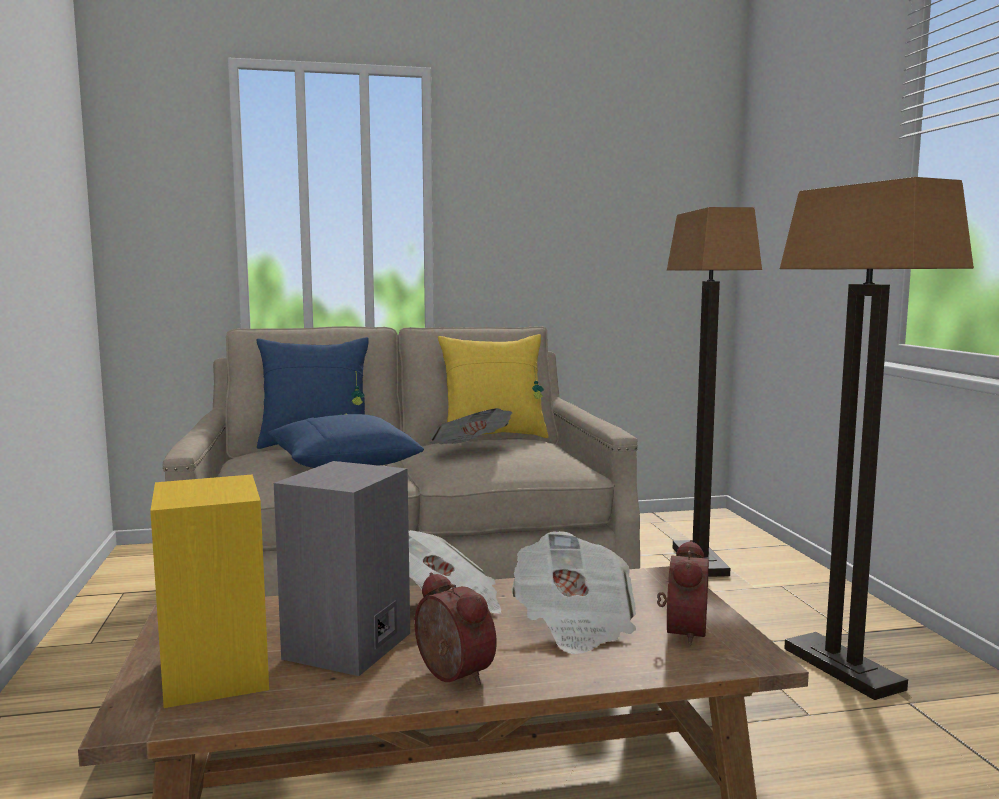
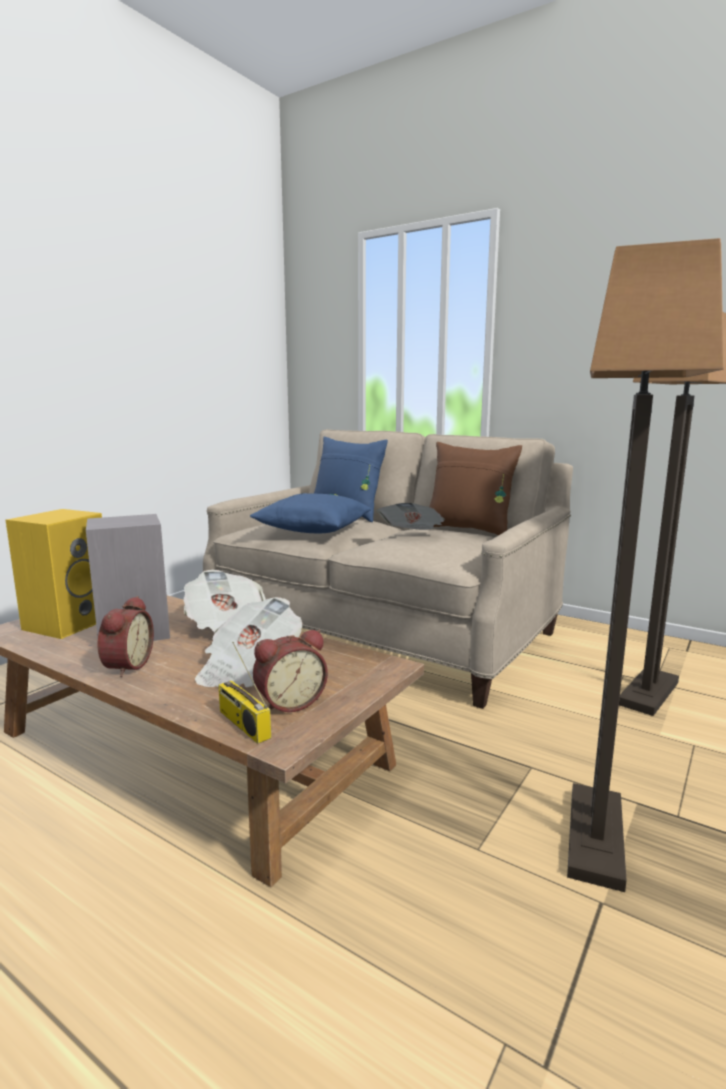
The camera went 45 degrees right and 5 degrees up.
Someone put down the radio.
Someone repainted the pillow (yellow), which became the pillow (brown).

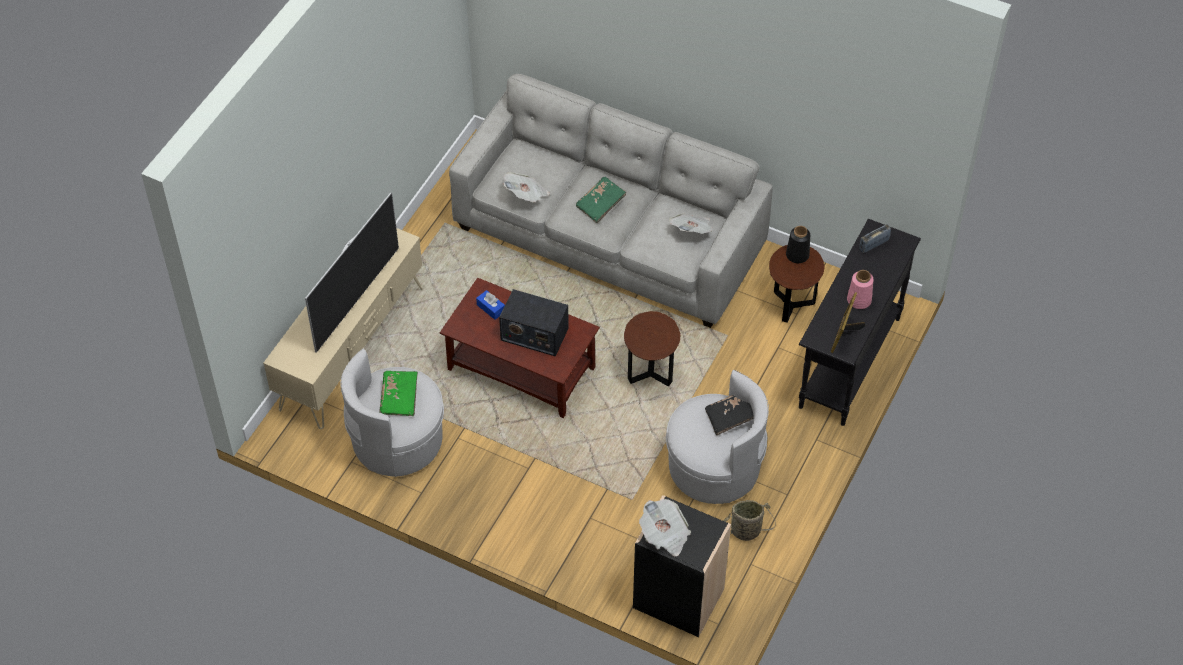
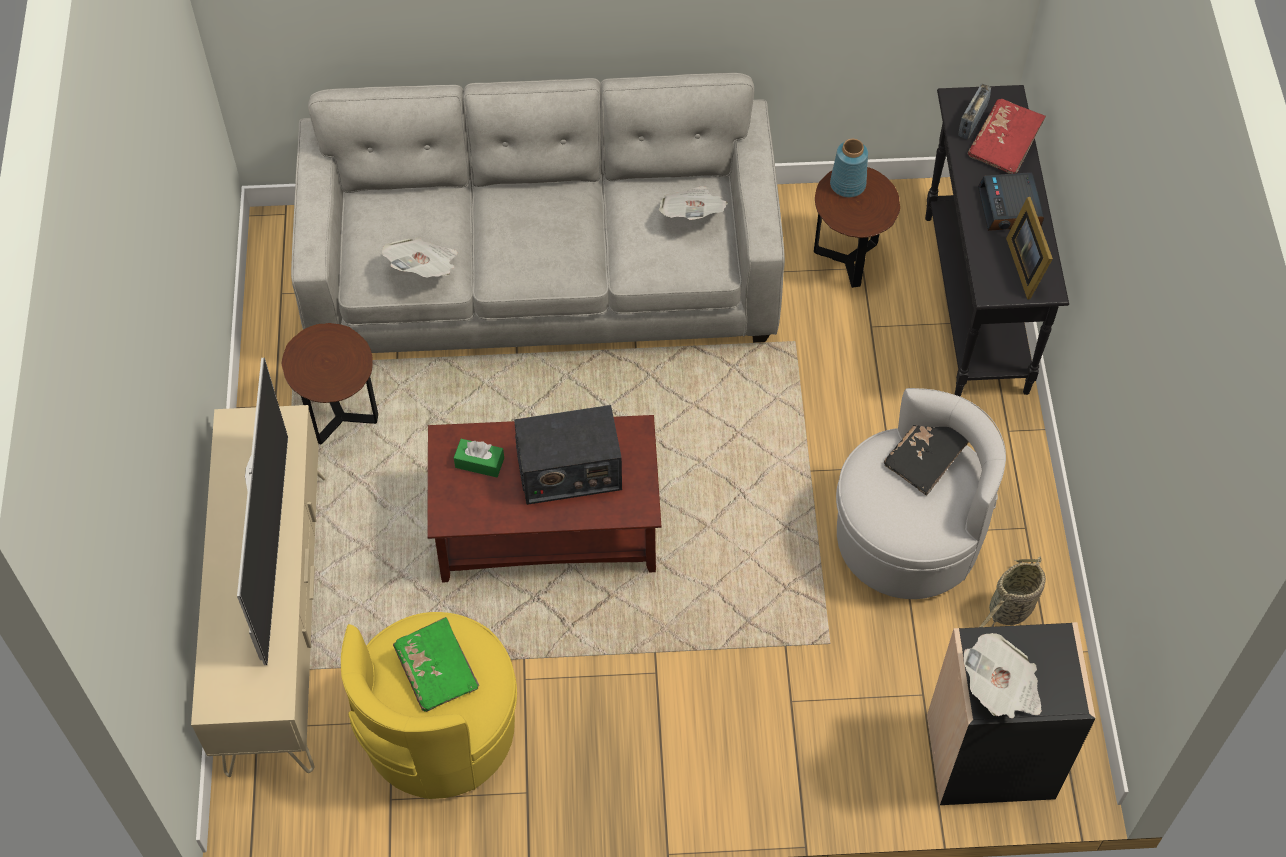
The camera went 30 degrees left and 5 degrees up.
Someone took away the book (green) (2nd from left).
Someone put down the book (red).
Someone carried the side table (brown) (1st from left).
Someone swapped the vase (pink) for the alarm clock.
Someone repainted the armchair (white) (1st from left), which became the armchair (yellow).
Someone repainted the tissue box (blue), which became the tissue box (green).
Someone repainted the vase (black), which became the vase (blue).

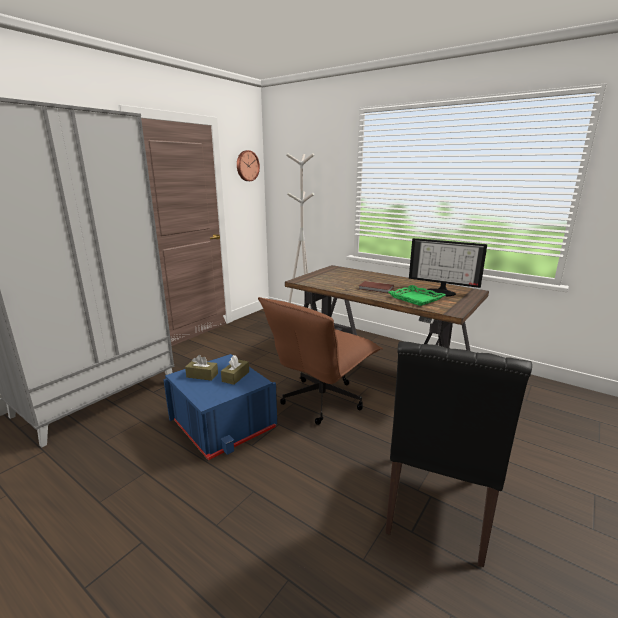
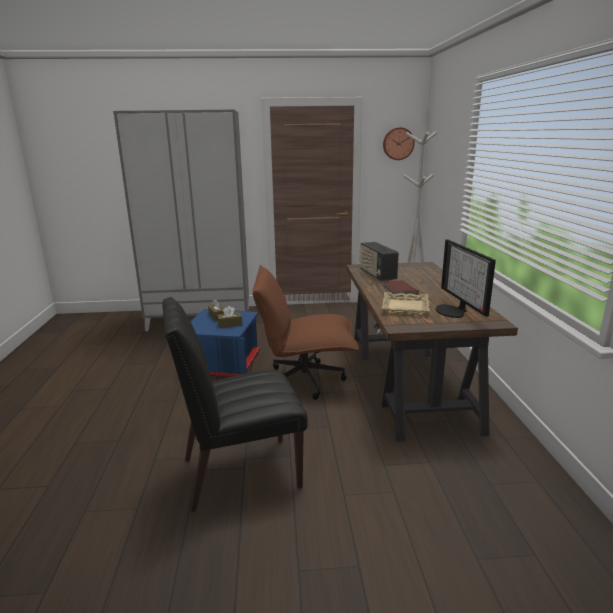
The camera went 50 degrees right and 0 degrees up.
Someone put down the radio.
Someone repainted the tray (green), which became the tray (beige).

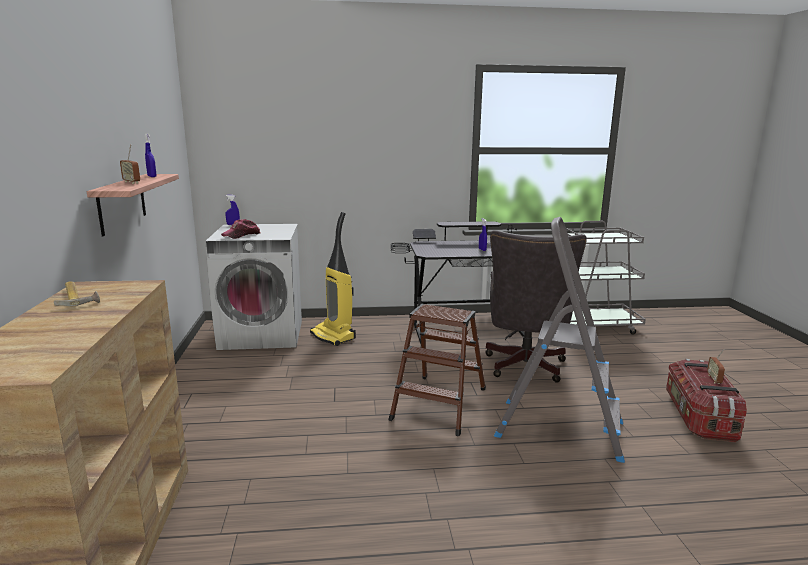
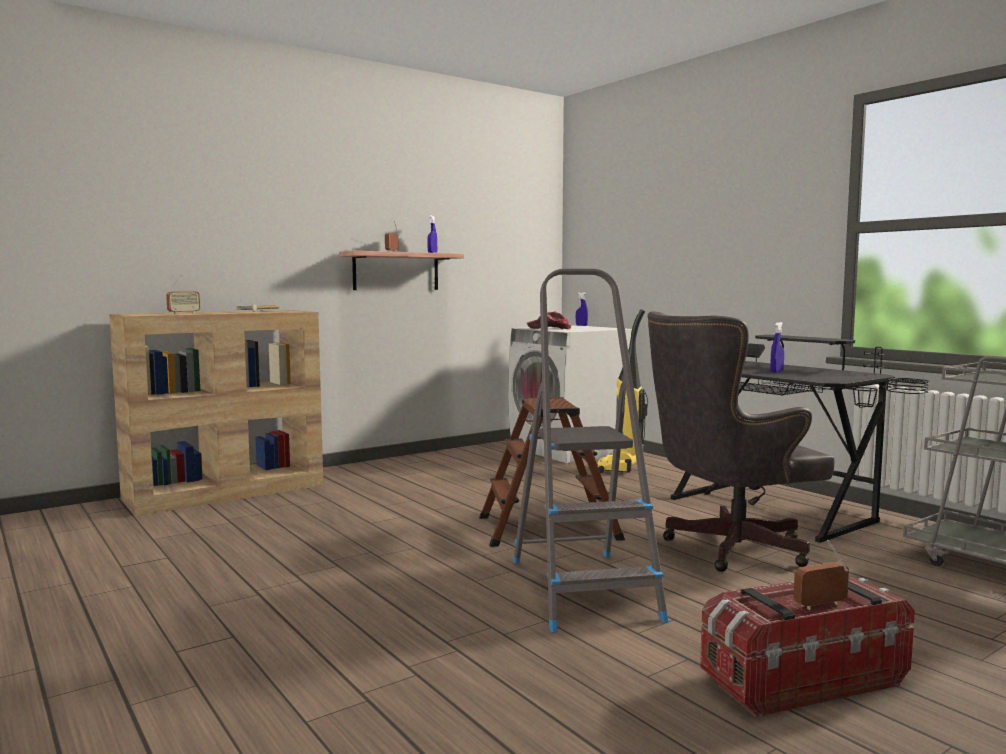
The camera went 60 degrees right and 10 degrees down.
Someone put down the radio (1st from left).

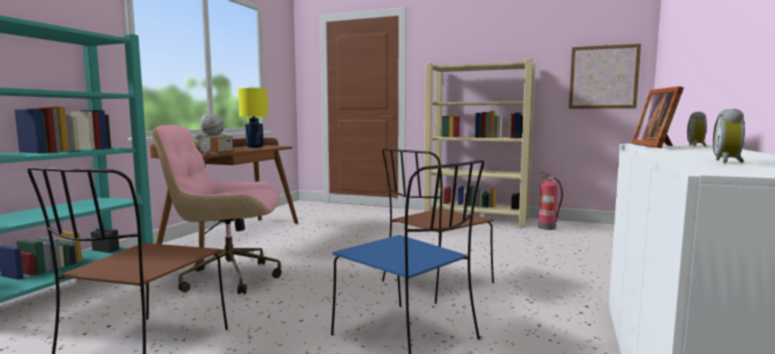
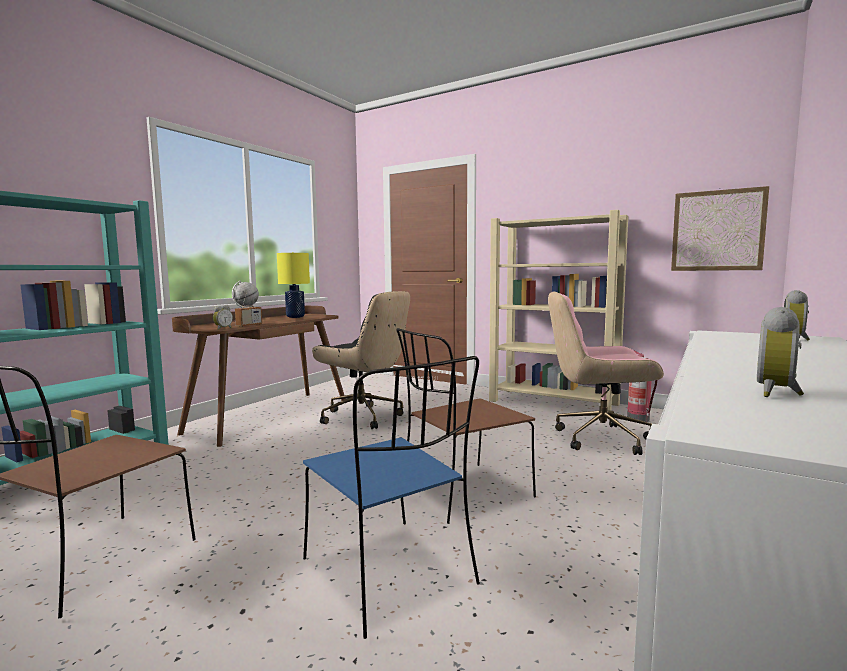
The camera went 10 degrees right and 0 degrees up.
Someone took away the picture frame.
Someone put down the office chair (black).
Someone carried the office chair (pink).

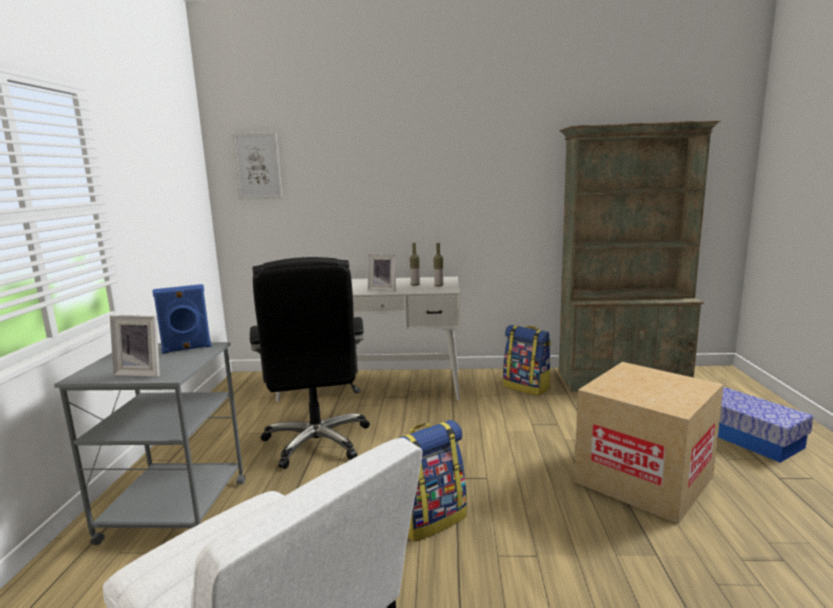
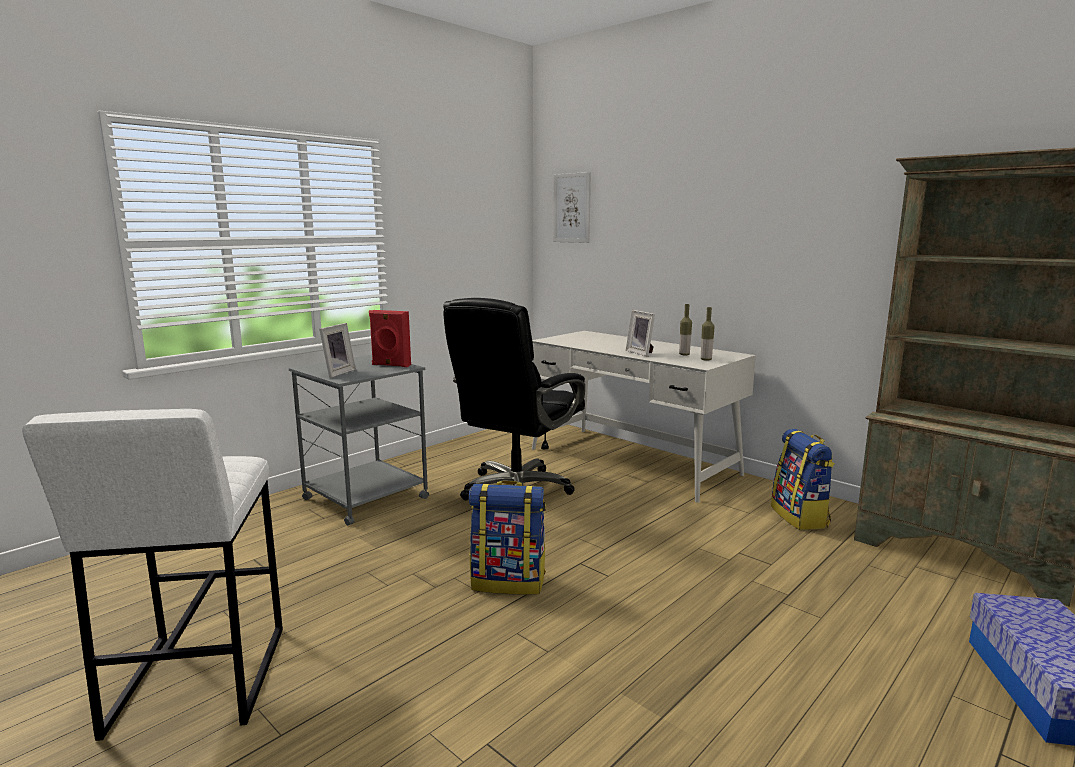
The camera went 40 degrees right and 0 degrees up.
Someone took away the cardboard box.
Someone repainted the speaker (blue), which became the speaker (red).
Someone rotated the picture frame (1st from left) by 120 degrees counterclockwise.

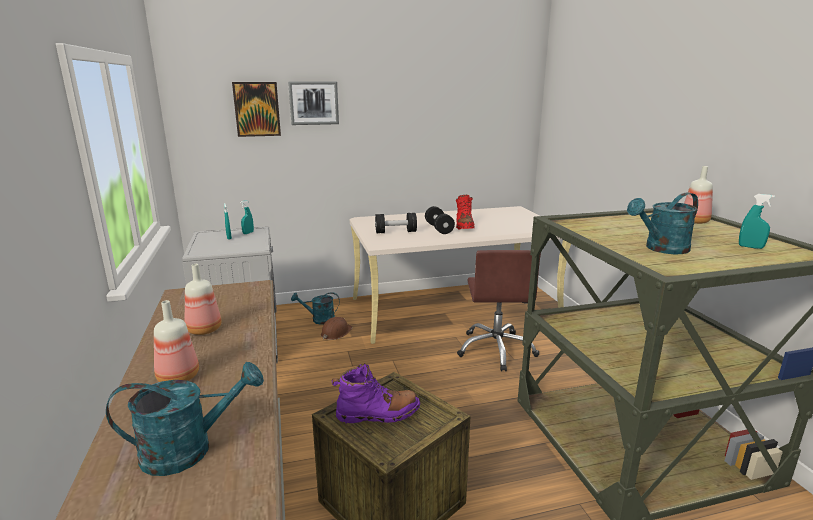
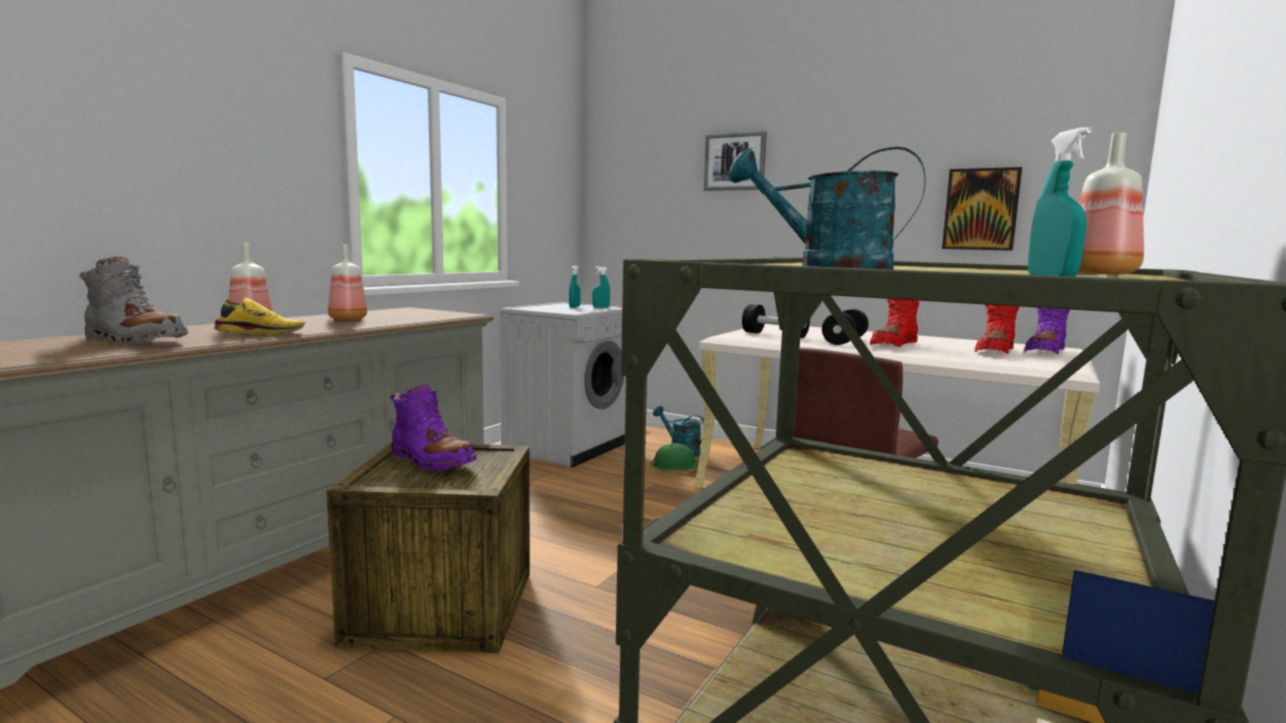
The camera went 45 degrees right and 10 degrees down.
Someone put down the shoe (yellow).
Someone put down the boot (red) (2nd from left).
Someone put down the boot (purple) (2nd from left).
Someone carried the picture (1st from left in the first image).
Someone swapped the watering can (turquoise) (1st from left) for the boot (grey).
Someone repainted the hard hat (brown), which became the hard hat (green).

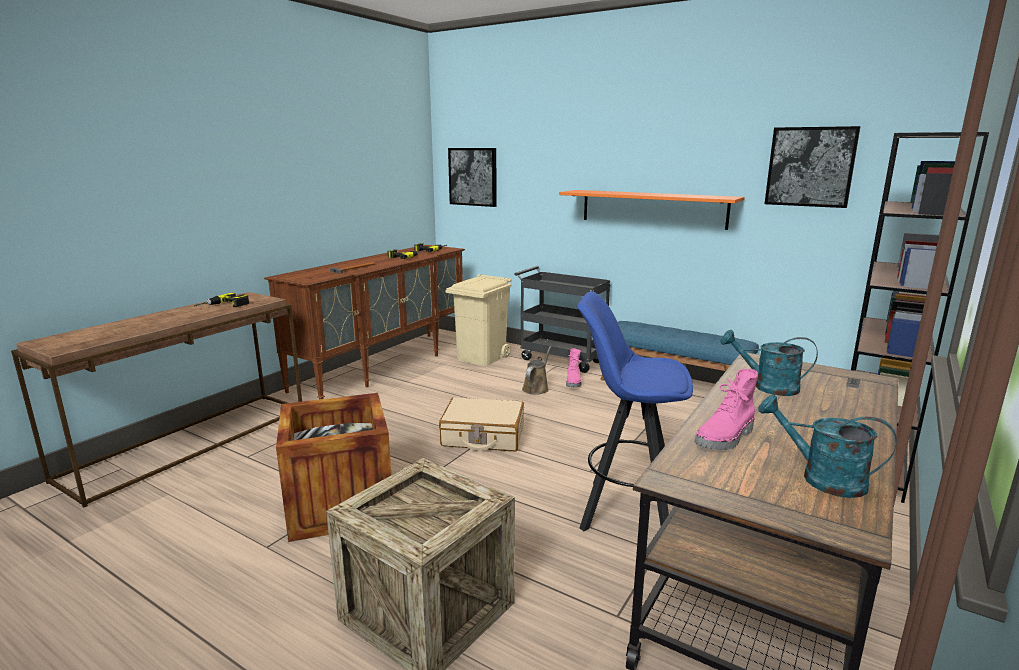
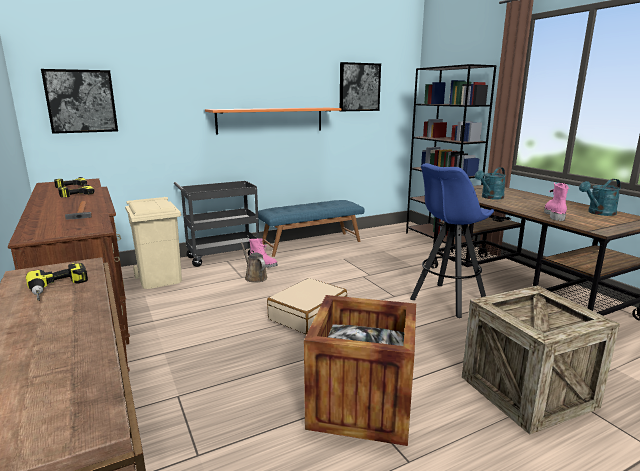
The camera went 60 degrees left and 0 degrees up.
Someone rotated the boot (pink) (2nd from left) by 150 degrees counterclockwise.

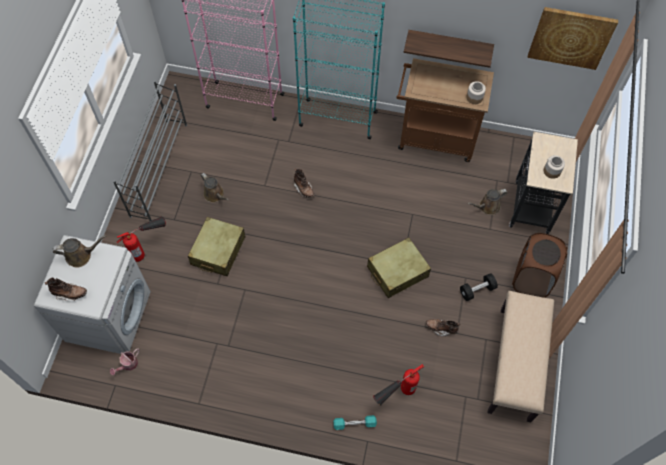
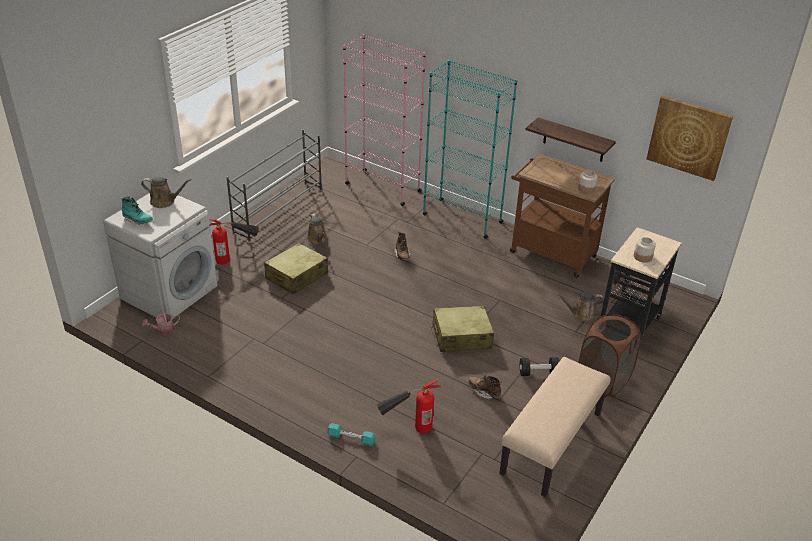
The camera went 20 degrees right and 25 degrees down.
Someone repainted the boot (brown) (1st from left), which became the boot (turquoise).

